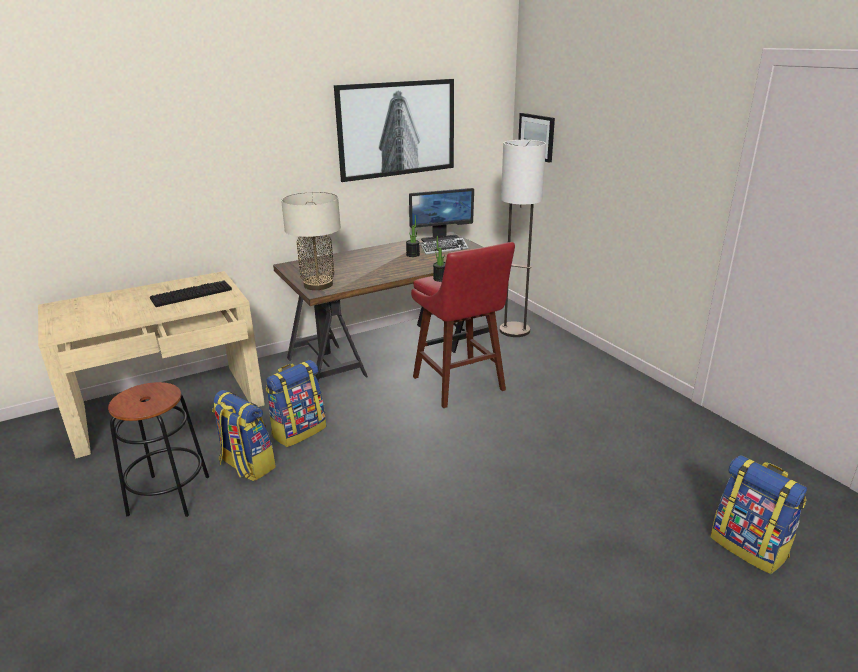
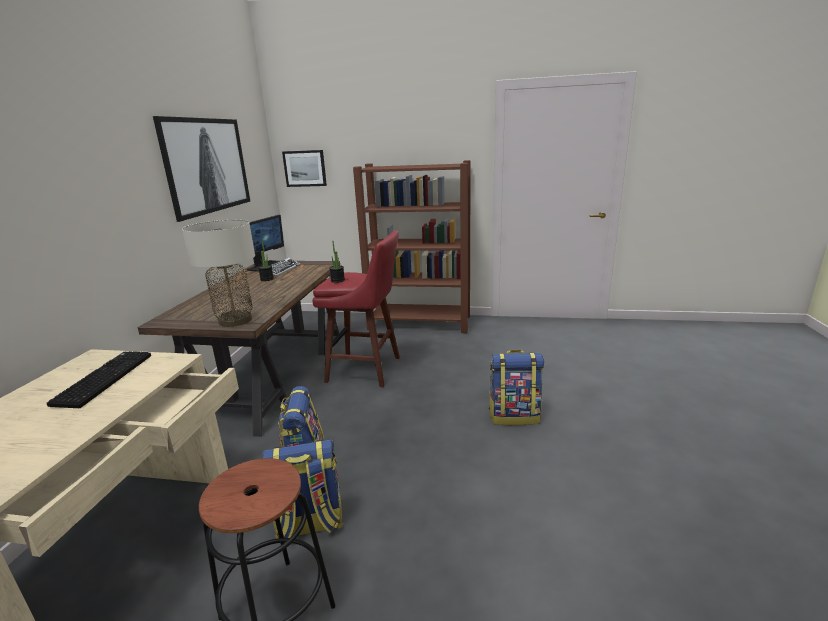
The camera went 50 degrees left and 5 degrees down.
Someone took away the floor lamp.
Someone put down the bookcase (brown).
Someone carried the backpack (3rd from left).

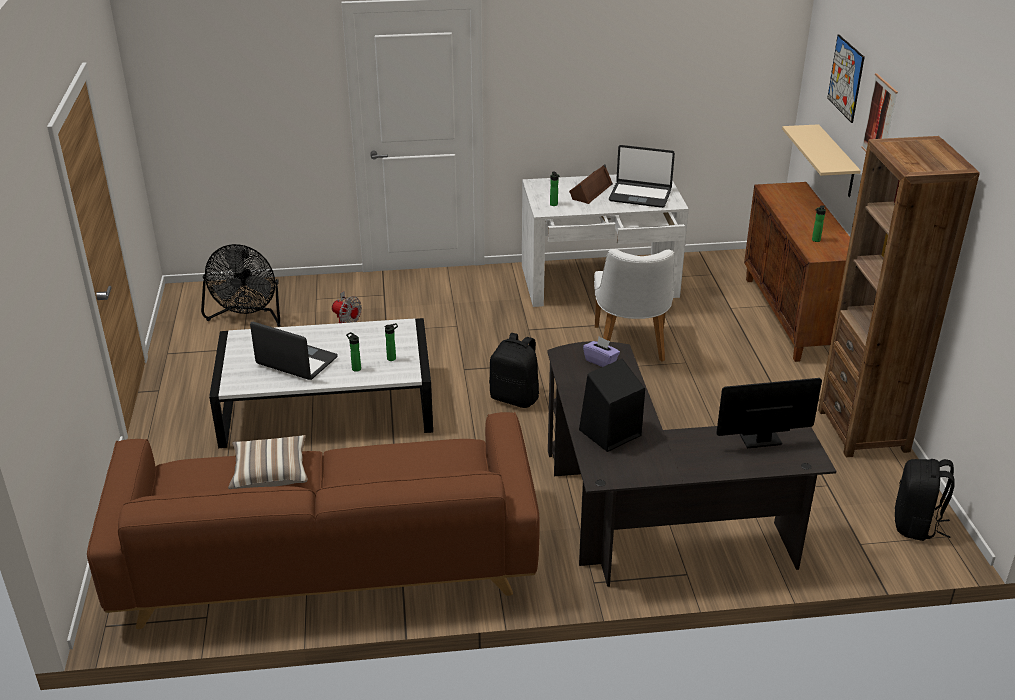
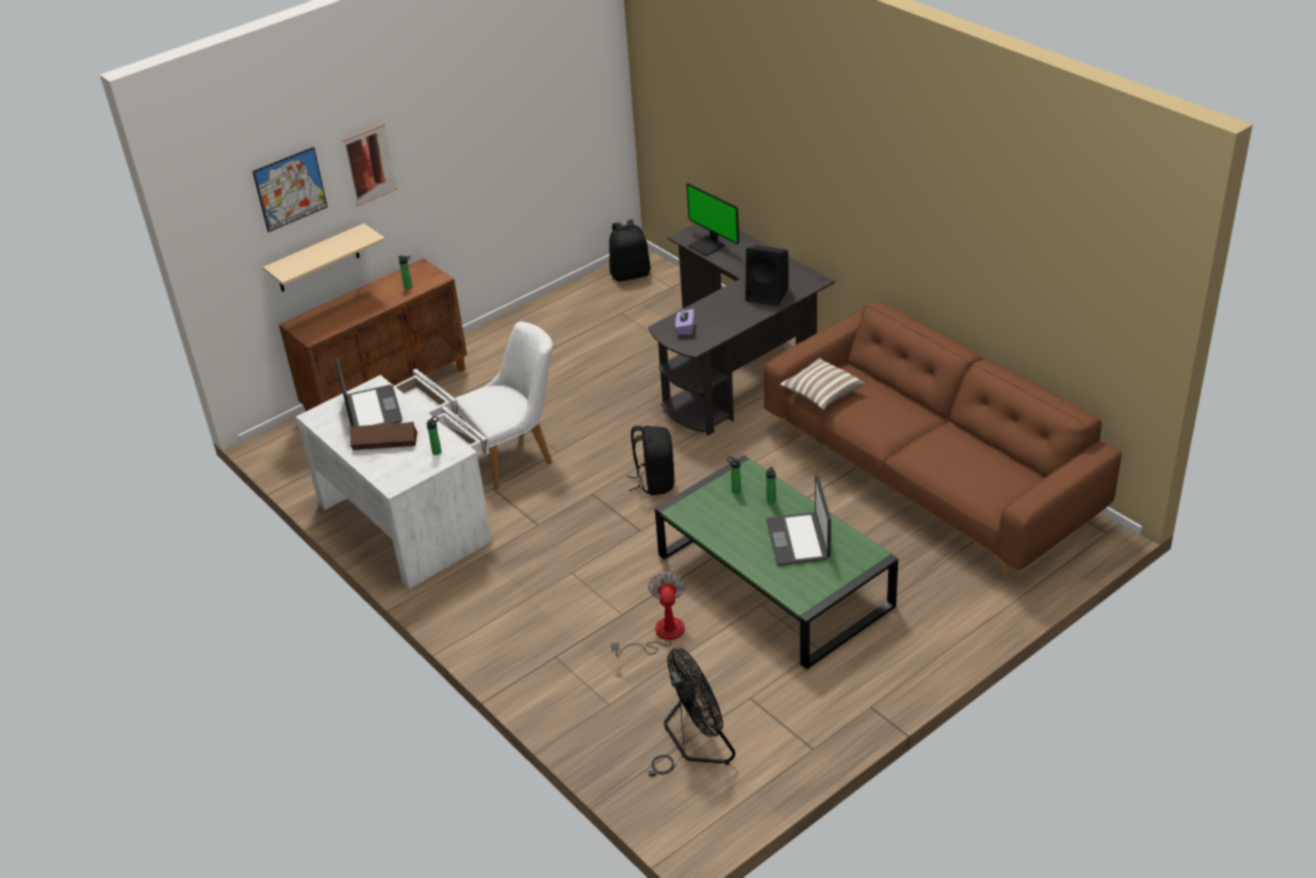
The camera went 120 degrees left and 5 degrees up.
Someone took away the bookcase (brown).
Someone carried the pillow.
Someone repainted the coffee table (white), which became the coffee table (green).

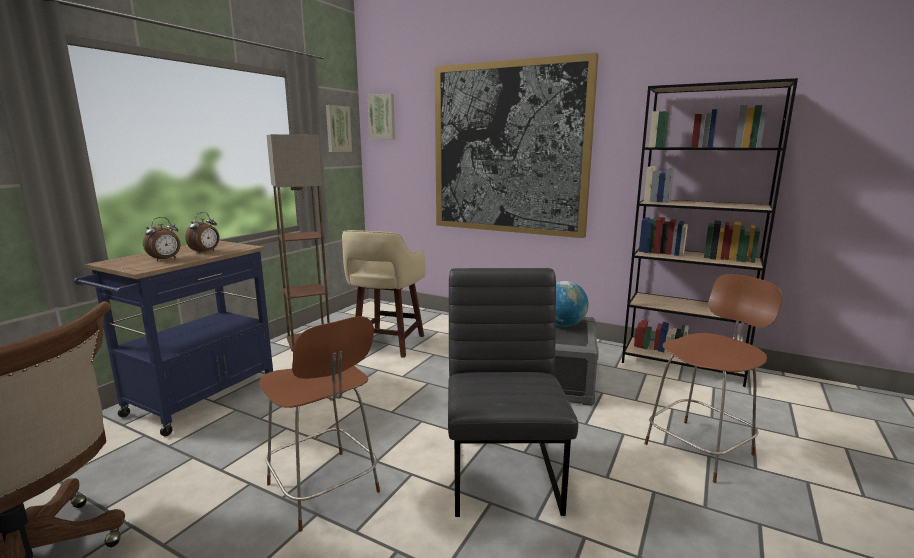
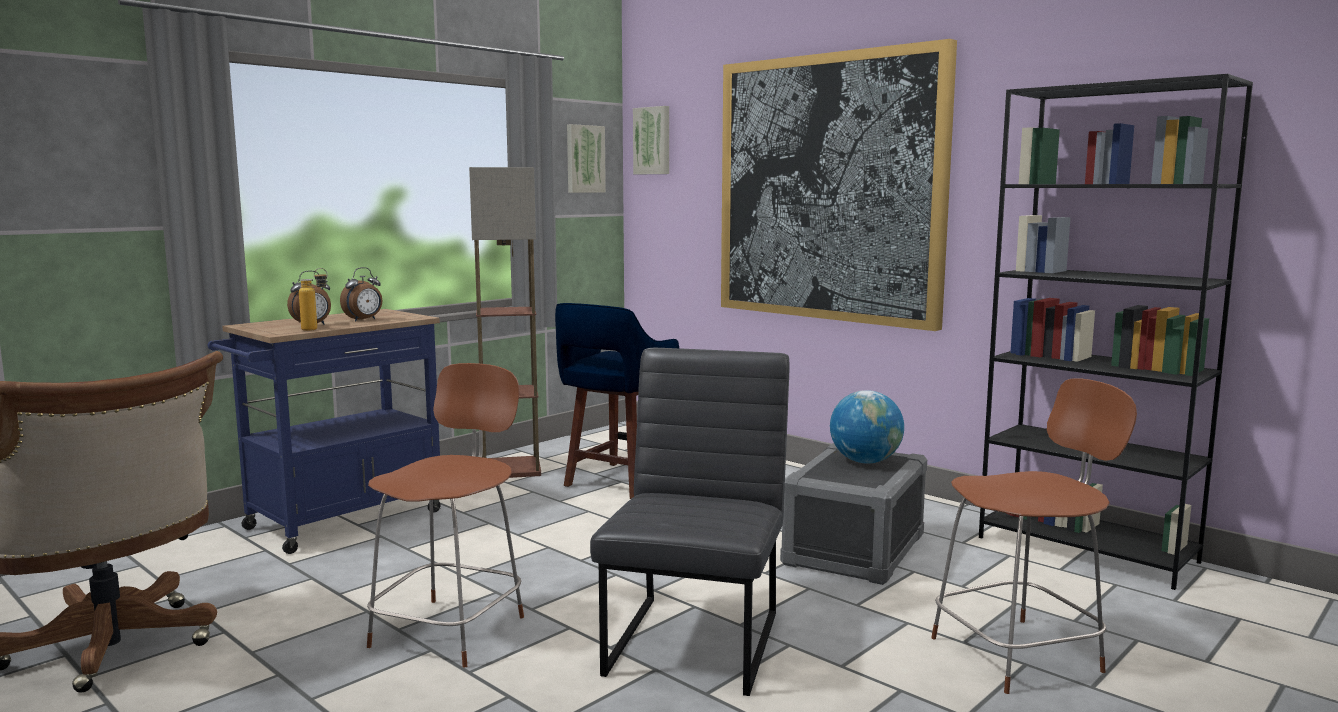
The camera went 15 degrees right and 5 degrees down.
Someone put down the bottle.
Someone repainted the stool (beige), which became the stool (blue).
Someone repainted the bookcase (beige), which became the bookcase (black).
Someone rotated the chair (brown) (1st from left) by 135 degrees counterclockwise.

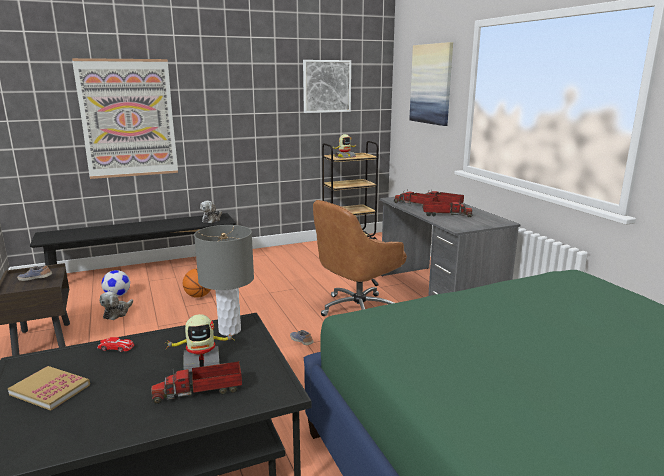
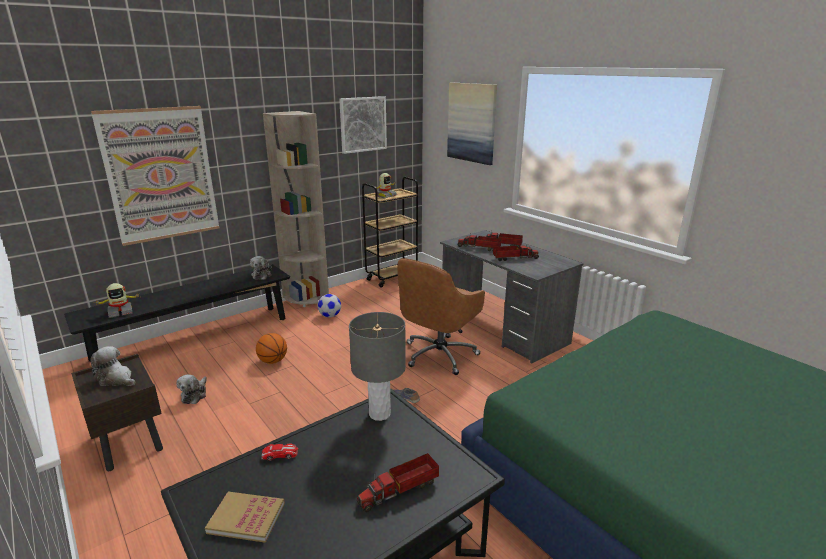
The camera went 15 degrees left and 5 degrees up.
Someone put down the bookcase (beige).
Someone carried the football.
Someone carried the toy robot (1st from left).
Someone swapped the shoe (1st from left) for the plush toy (1st from left).

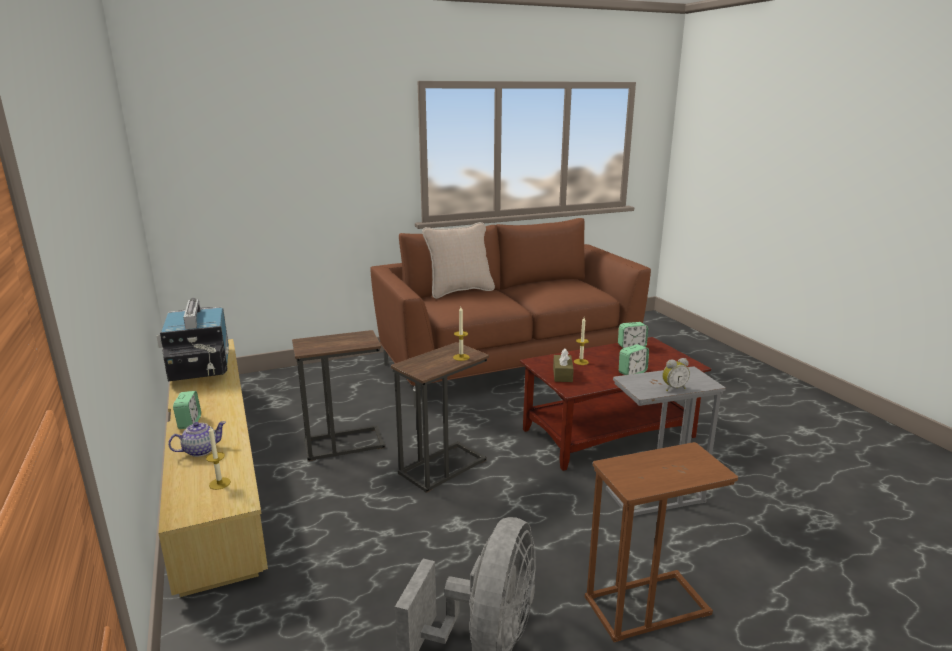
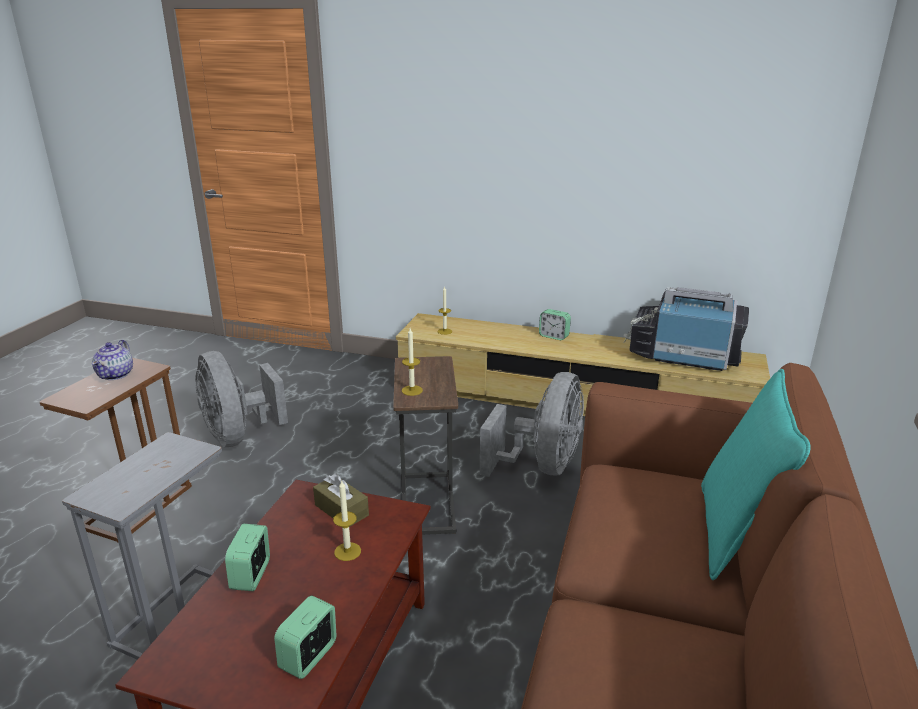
The camera went 130 degrees right and 5 degrees up.
Someone took away the alarm clock (4th from left).
Someone carried the teapot.
Someone swapped the side table (brown) (1st from left) for the fan (grey) (2nd from left).
Someone repainted the pillow (beige), which became the pillow (turquoise).

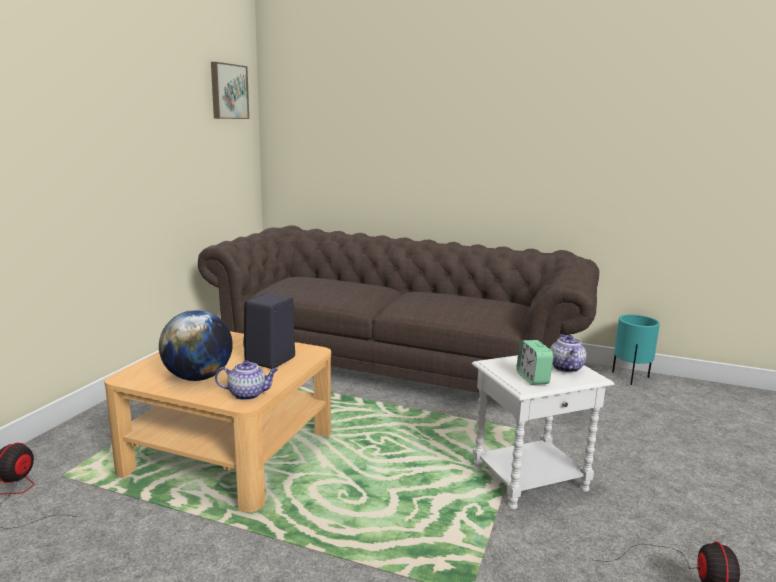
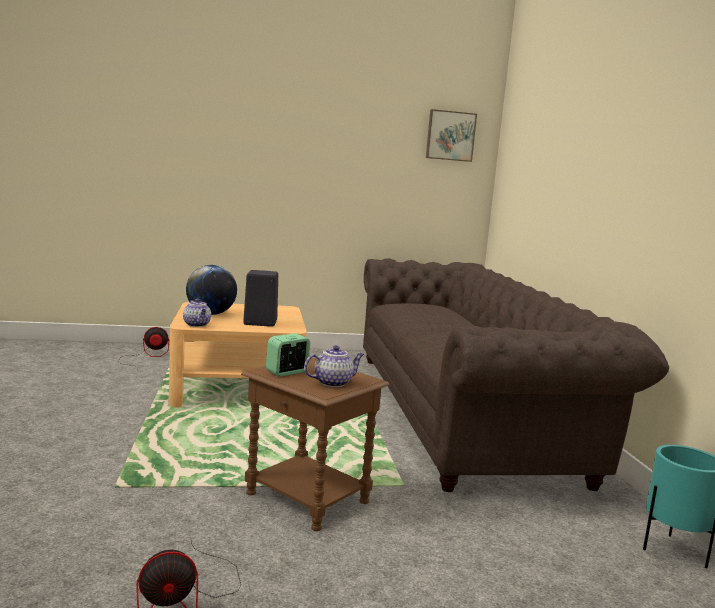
The camera went 60 degrees right and 5 degrees down.
Someone repainted the side table (white), which became the side table (brown).

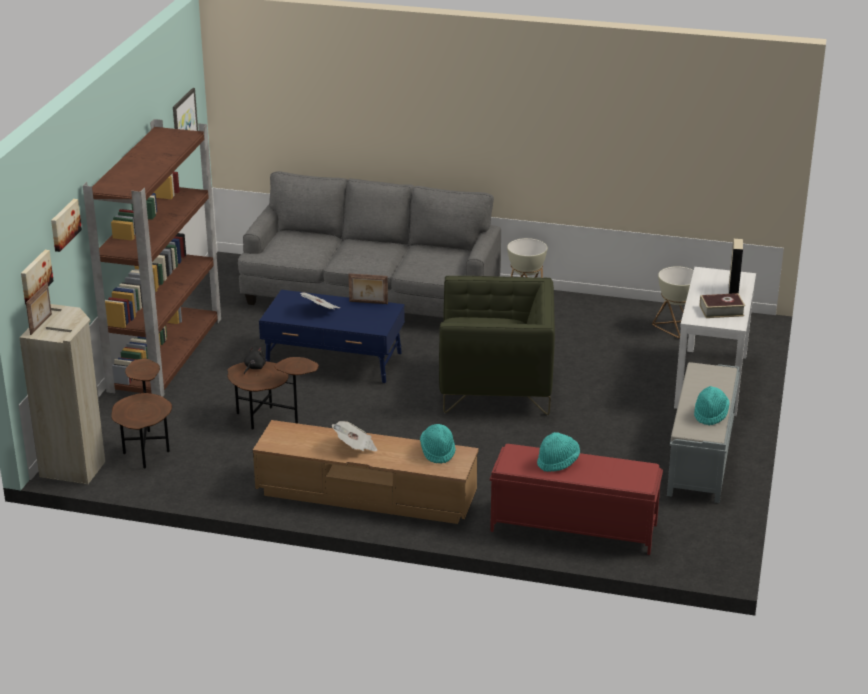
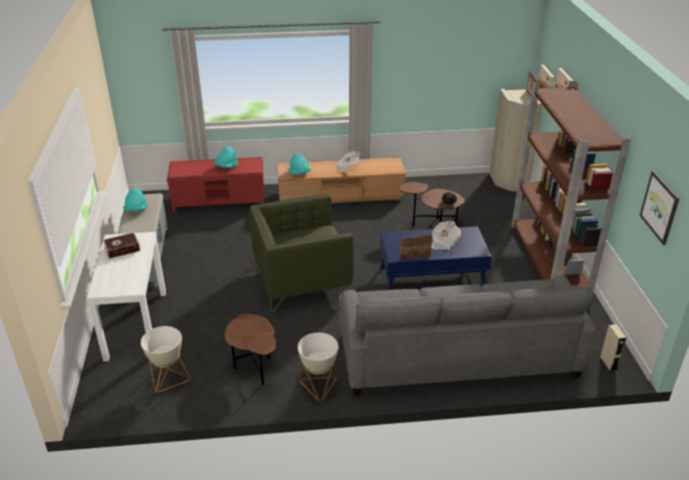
The camera went 160 degrees right and 5 degrees up.
Someone carried the side table (brown) (1st from left).
Someone carried the speaker (beige).

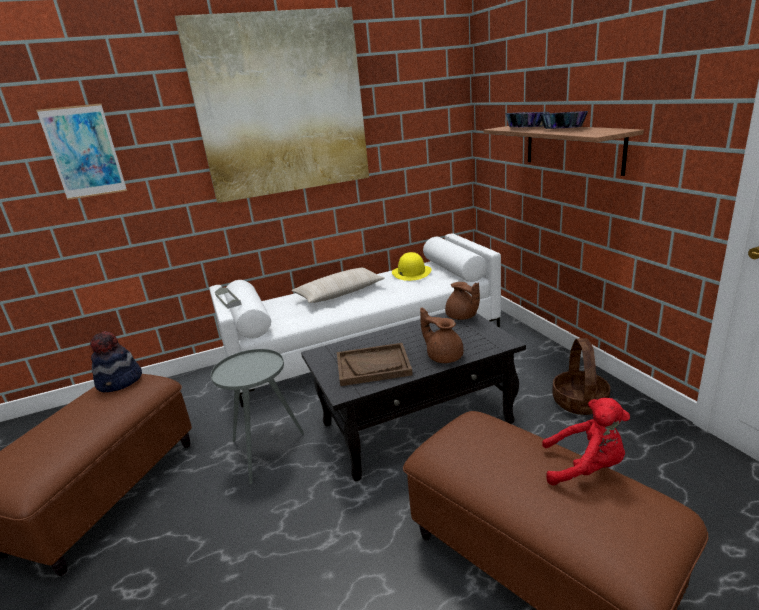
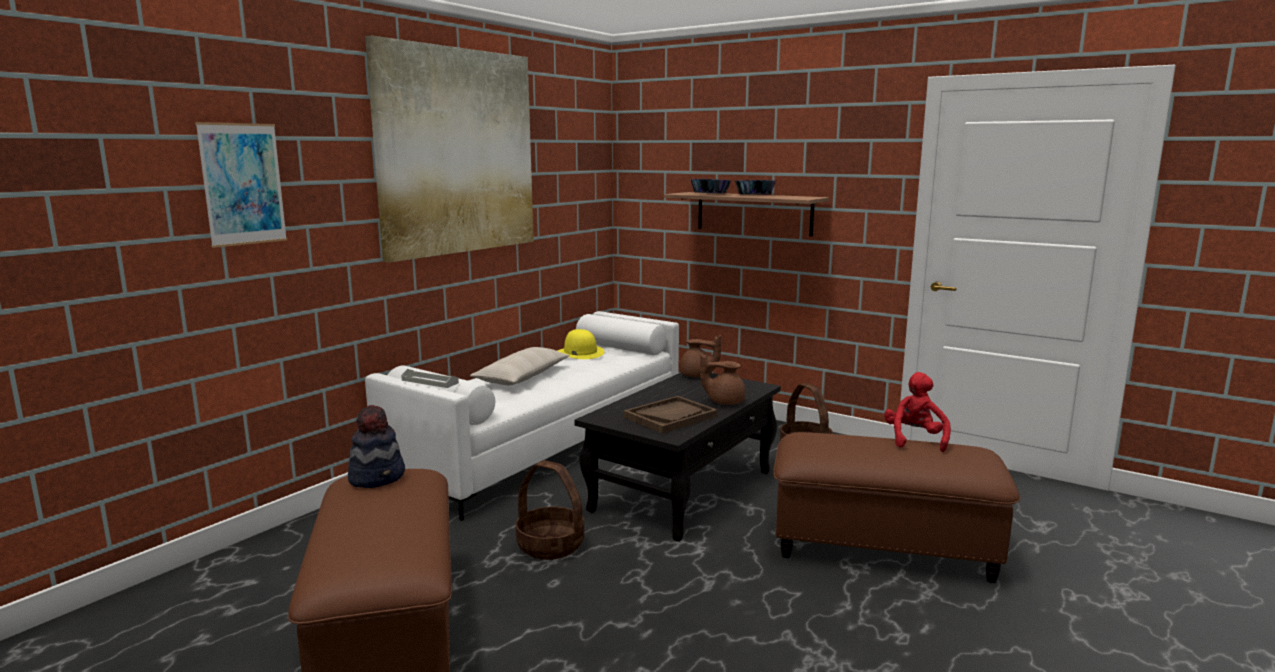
The camera went 35 degrees left and 10 degrees down.
Someone swapped the side table (grey) for the basket (1st from left).
Someone rotated the plush toy (red) by 60 degrees counterclockwise.

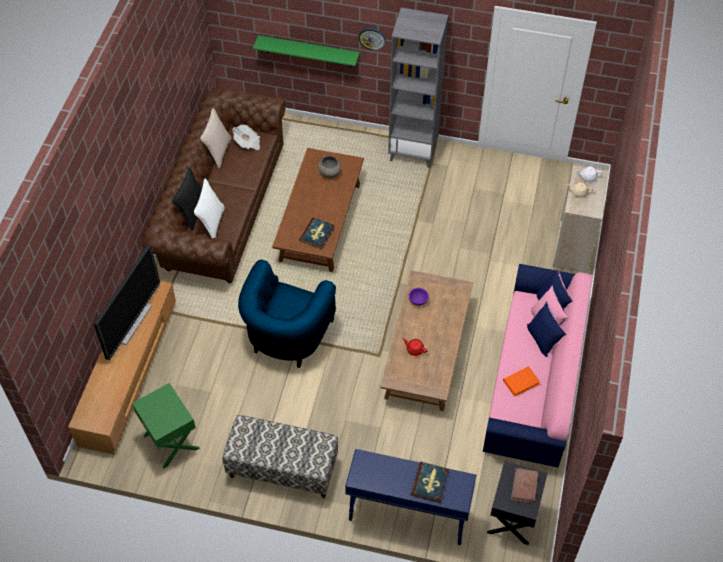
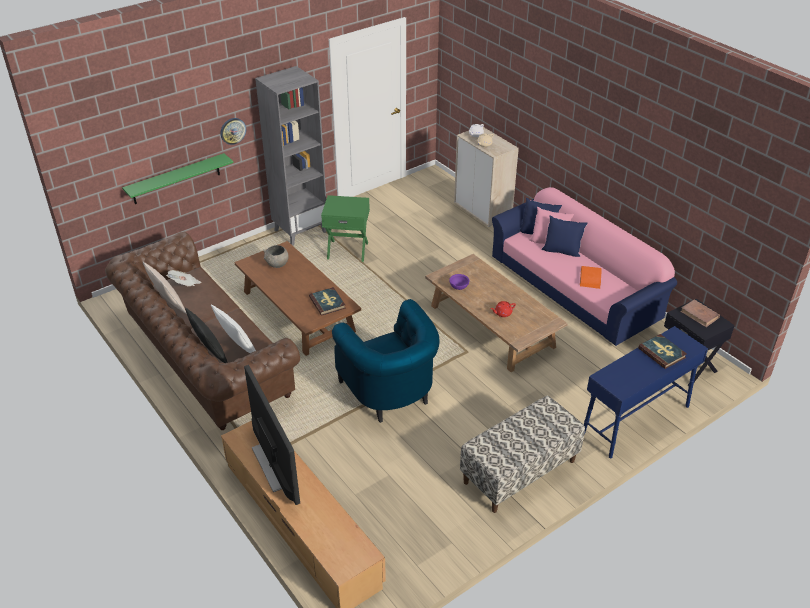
The camera went 50 degrees left and 15 degrees down.
Someone carried the side table (green).

